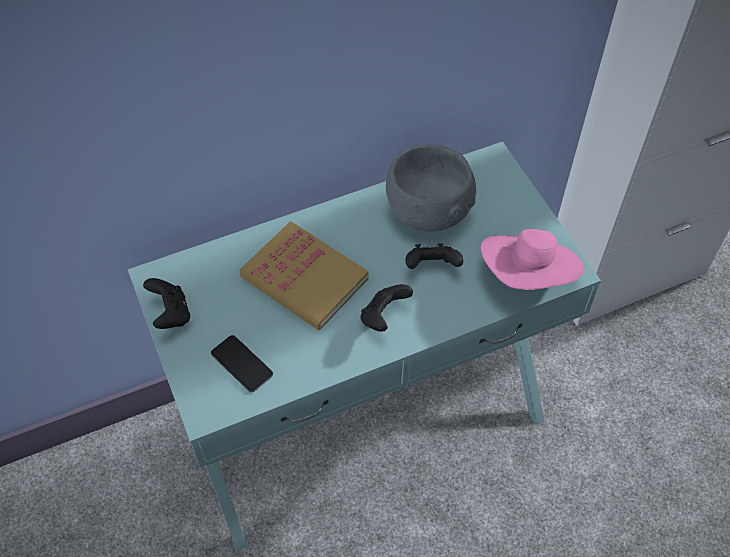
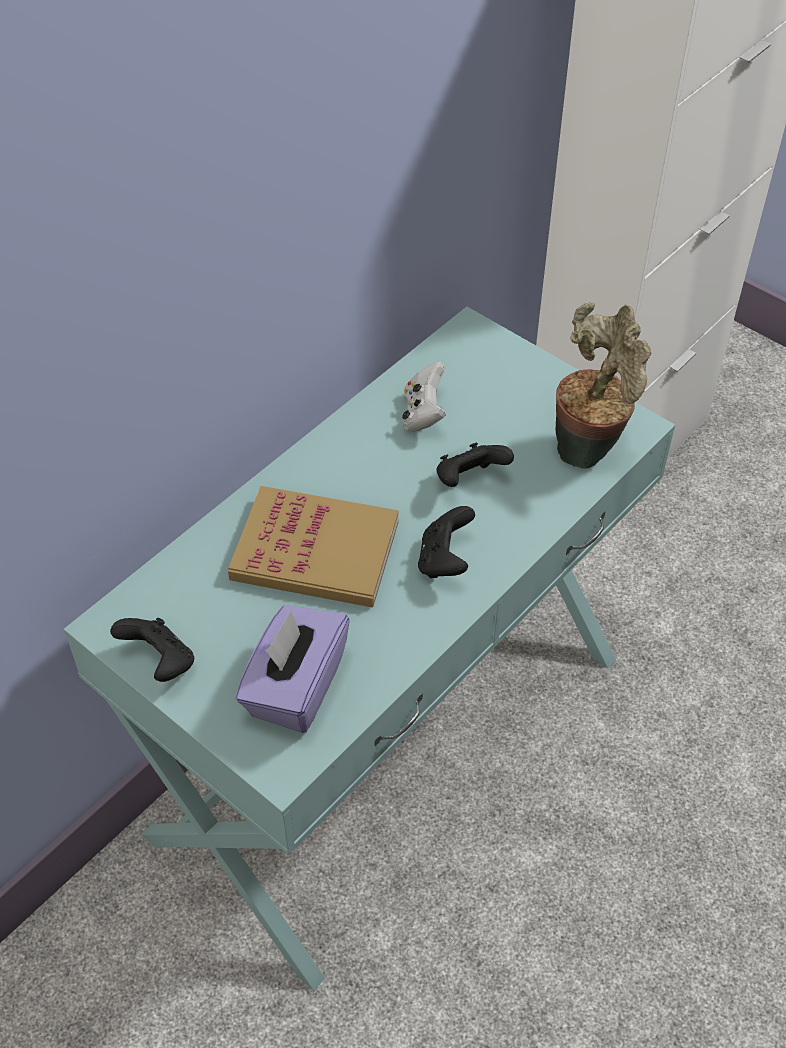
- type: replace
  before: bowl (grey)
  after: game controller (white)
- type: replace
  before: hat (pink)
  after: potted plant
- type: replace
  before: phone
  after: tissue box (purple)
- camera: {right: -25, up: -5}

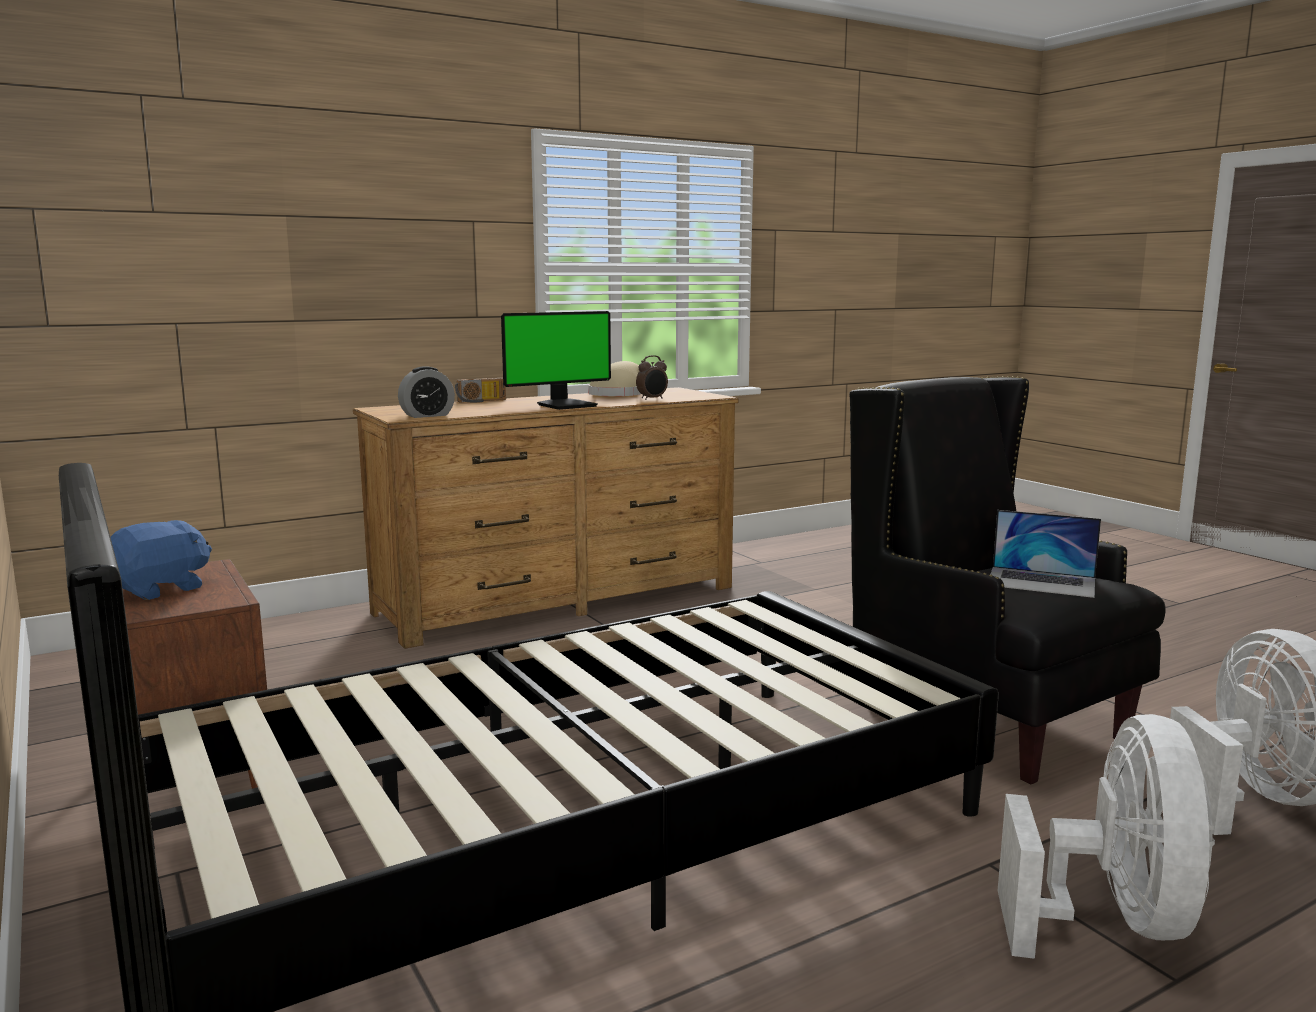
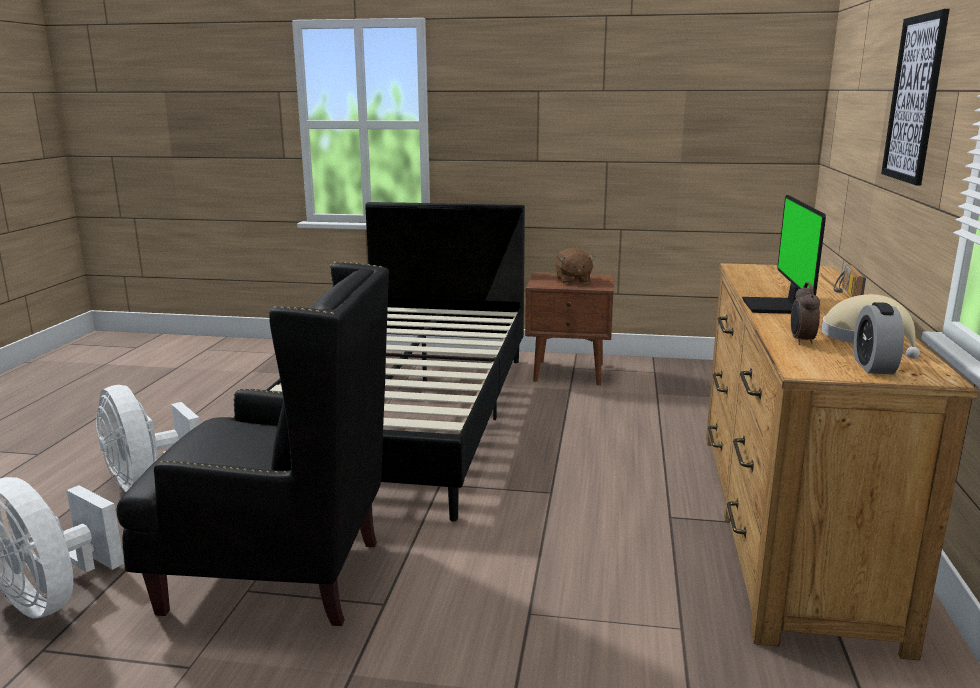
- type: move
  before: alarm clock (1st from left in the first image)
  after: alarm clock (2nd from left)
- type: delete
  before: laptop
- type: recolor
  before: plush toy (blue)
  after: plush toy (brown)
- type: insert
  after: picture
- camera: {right: 130, up: 5}

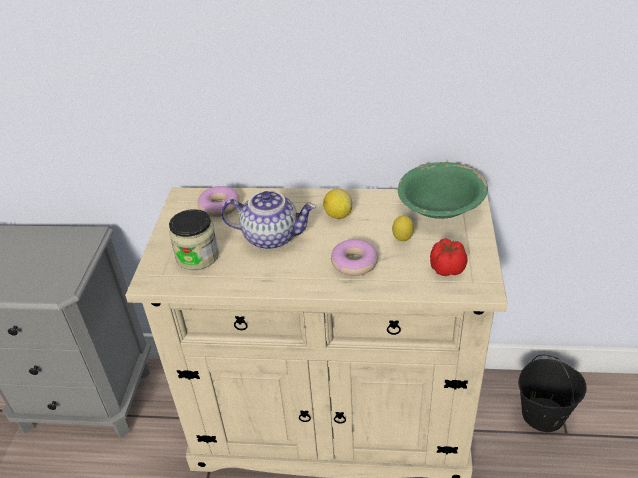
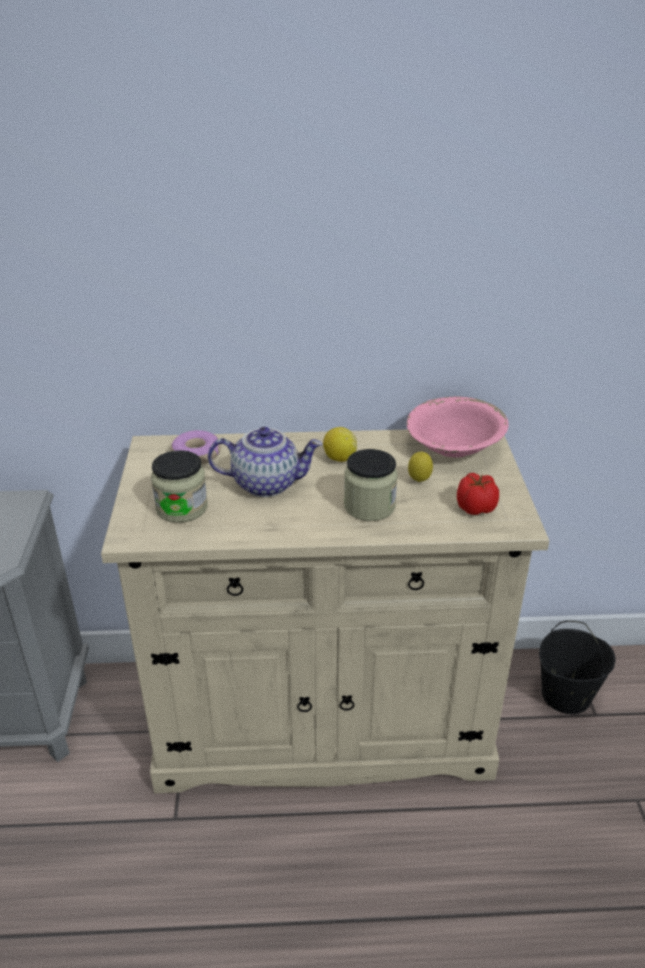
- type: recolor
  before: bowl (green)
  after: bowl (pink)
- type: replace
  before: donut (2nd from left)
  after: jar (2nd from left)
- camera: {right: -10, up: -5}

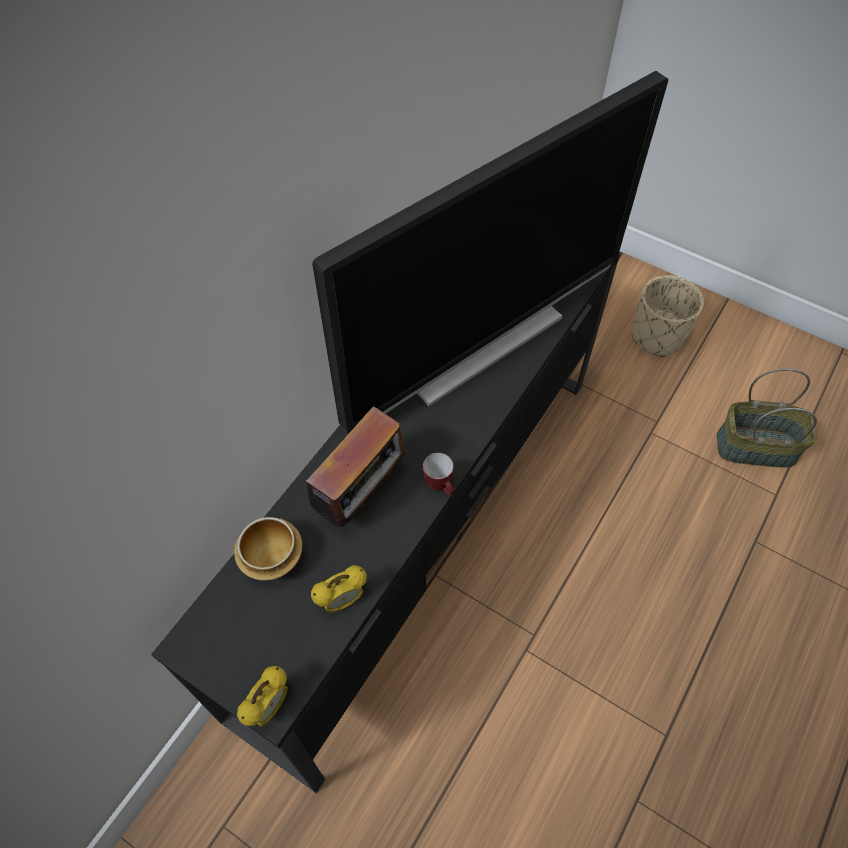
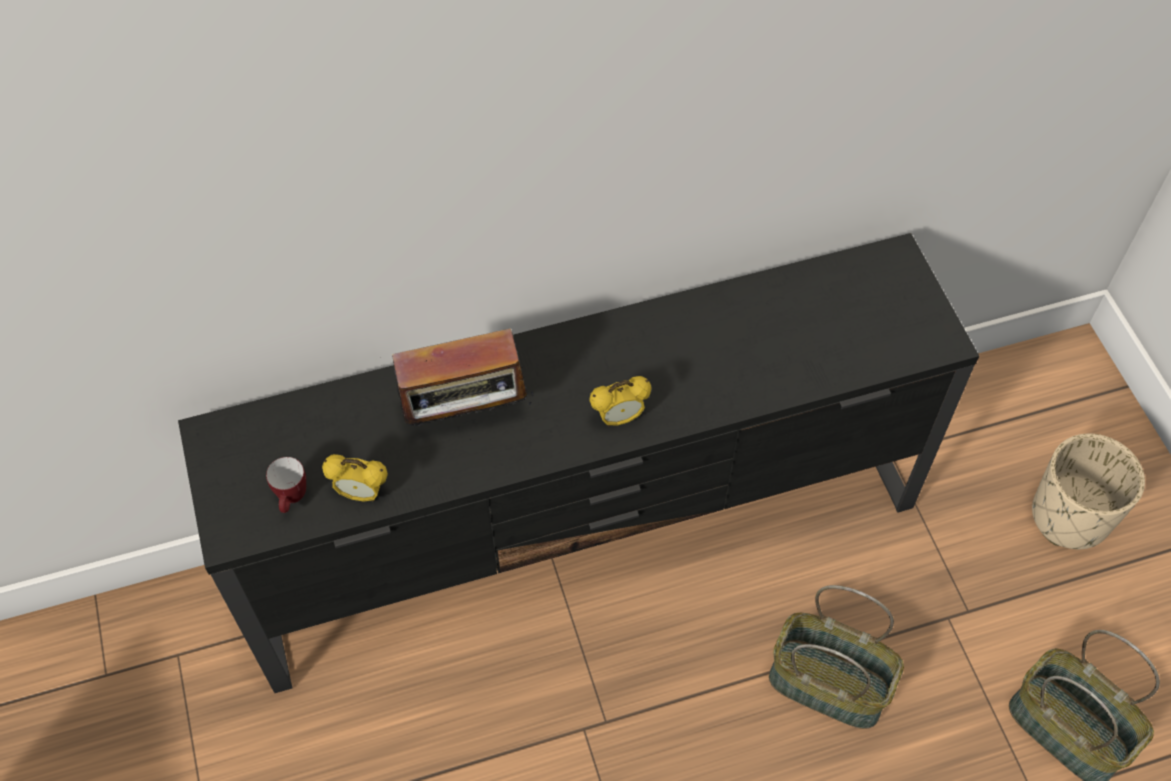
- type: delete
  before: television
- type: move
  before: mug
- type: delete
  before: bowl
- type: move
  before: alarm clock (1st from left in the first image)
  after: alarm clock (2nd from left)
- type: insert
  after: basket (1st from left)
- camera: {right: 40, up: 0}

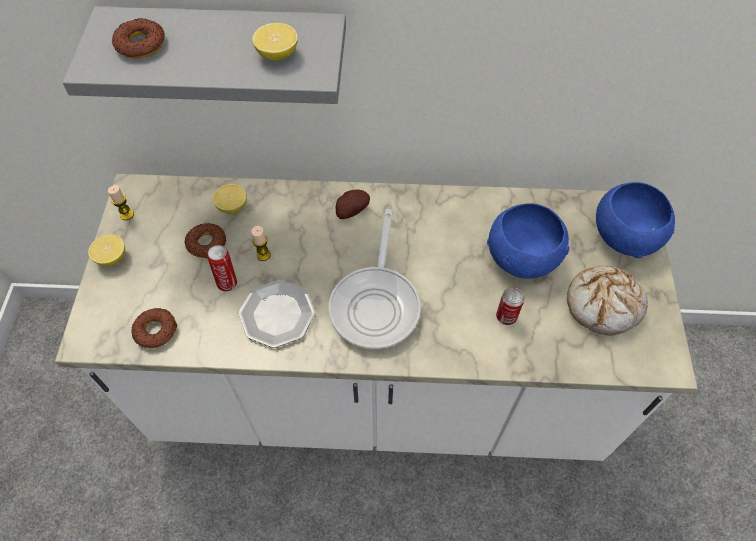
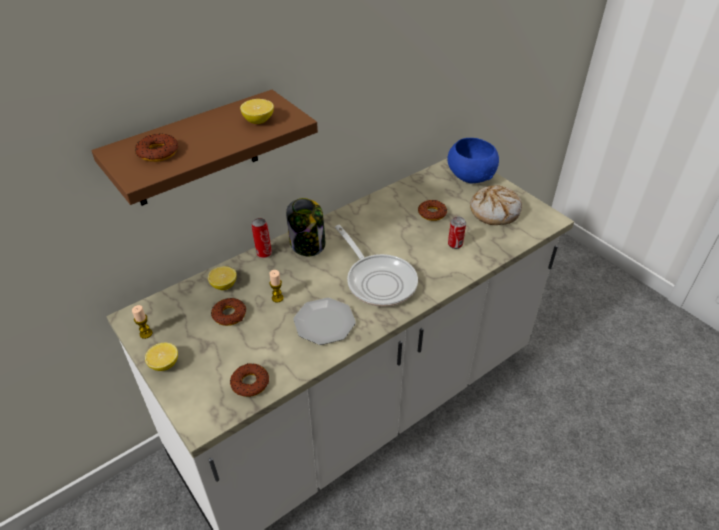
- type: recolor
  before: shelf (grey)
  after: shelf (brown)
- type: replace
  before: potato
  after: jar
- type: replace
  before: bowl (blue) (1st from left)
  after: donut (4th from left)
- type: move
  before: can (1st from left)
- camera: {right: -40, up: -15}

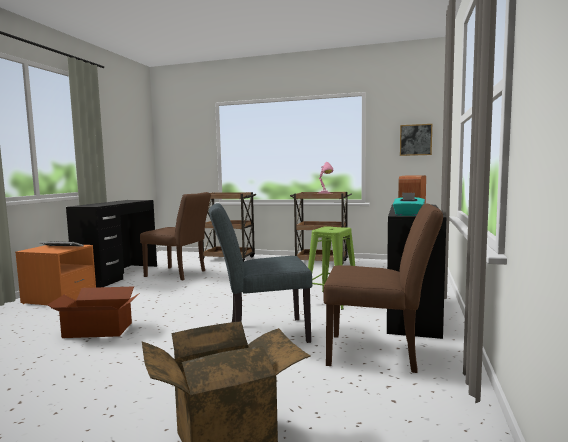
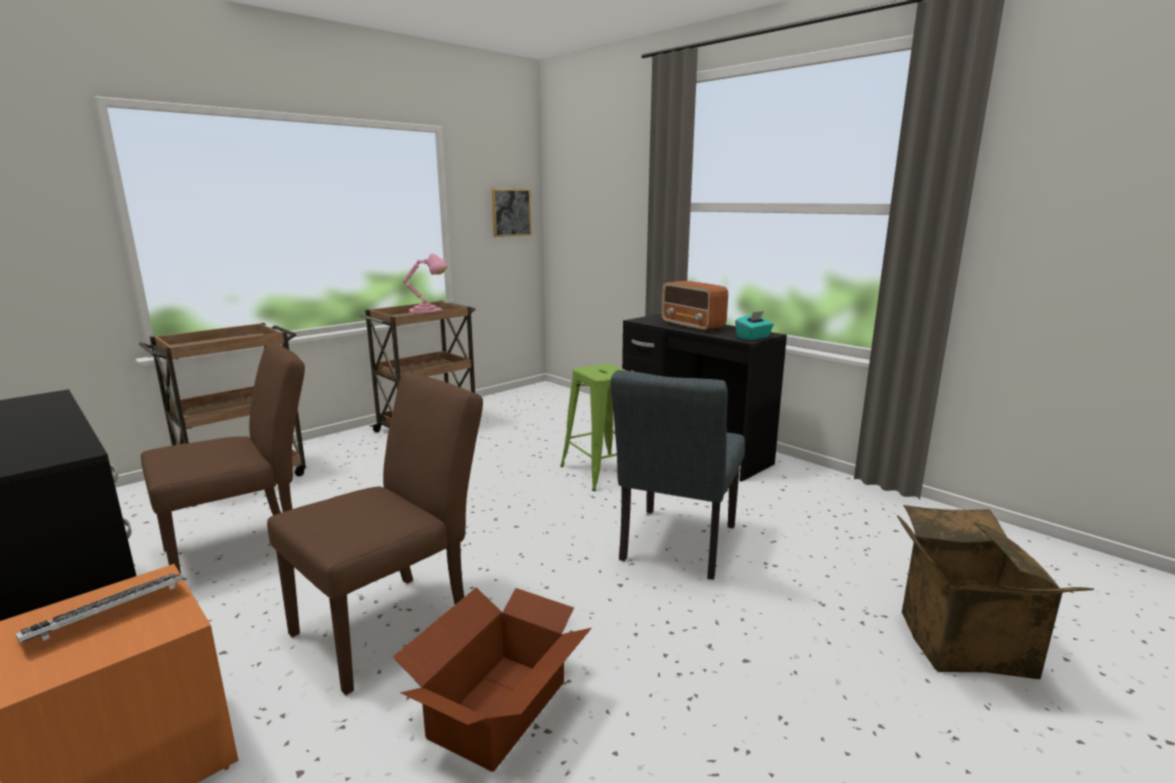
- type: move
  before: chair (brown) (2nd from left)
- camera: {right: -60, up: 10}

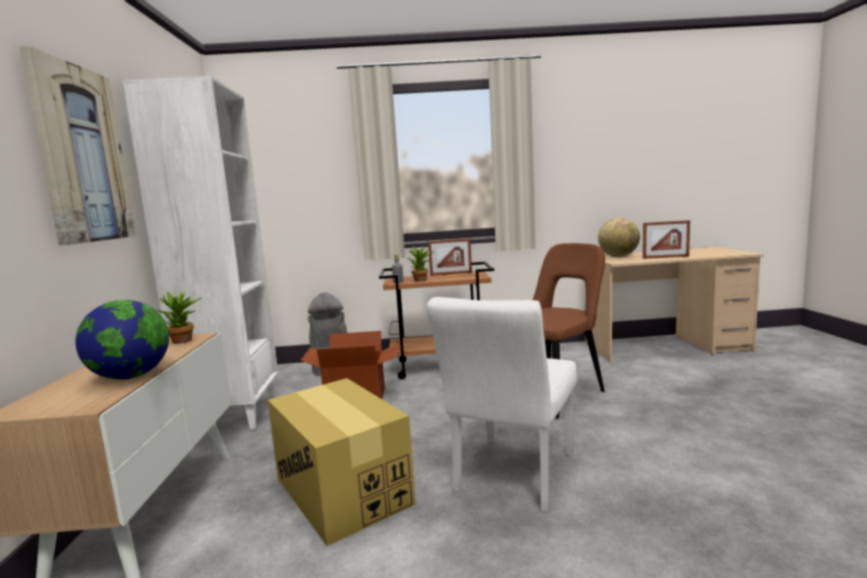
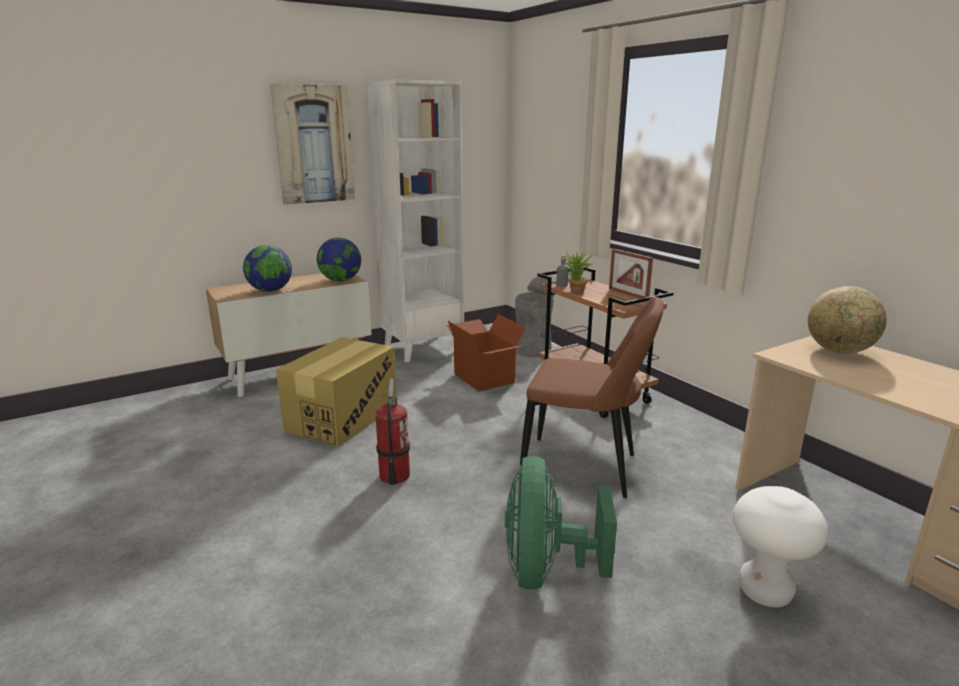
- type: delete
  before: picture frame (2nd from left)
- type: replace
  before: potted plant (1st from left)
  after: globe (2nd from left)
- type: replace
  before: chair (white)
  after: fire extinguisher
- type: insert
  after: fan (green)
- type: insert
  after: stool (white)
- camera: {right: 60, up: 10}

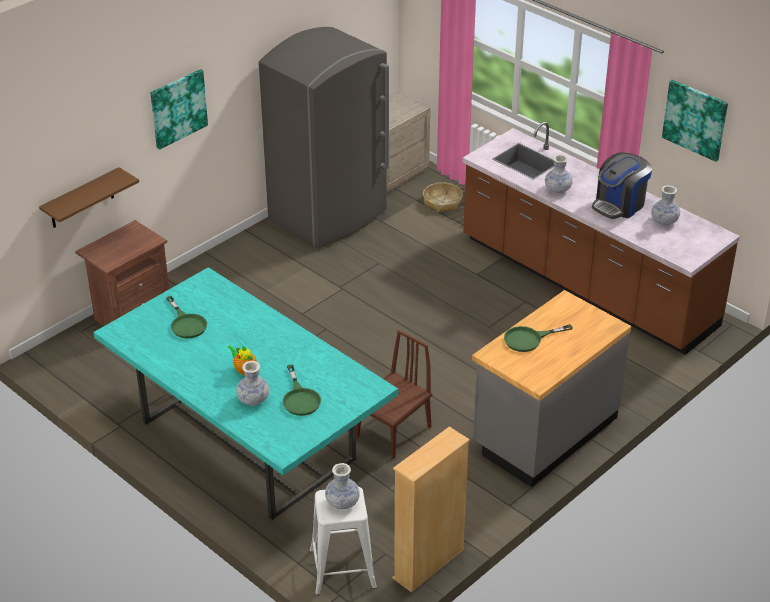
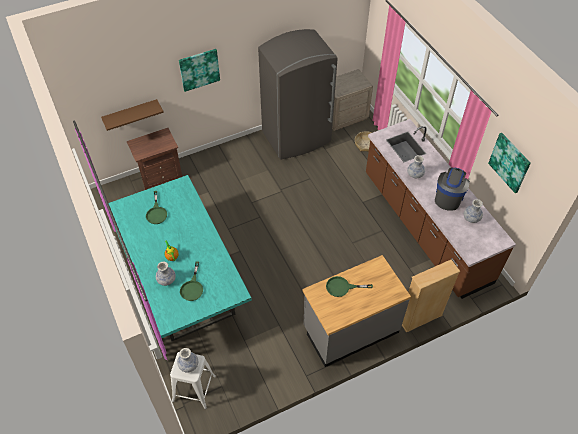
- type: rotate
  before: coffee machine
  turn: 135
- type: delete
  before: chair (brown)
- type: move
  before: bookcase (beige)
- camera: {right: 20, up: 15}

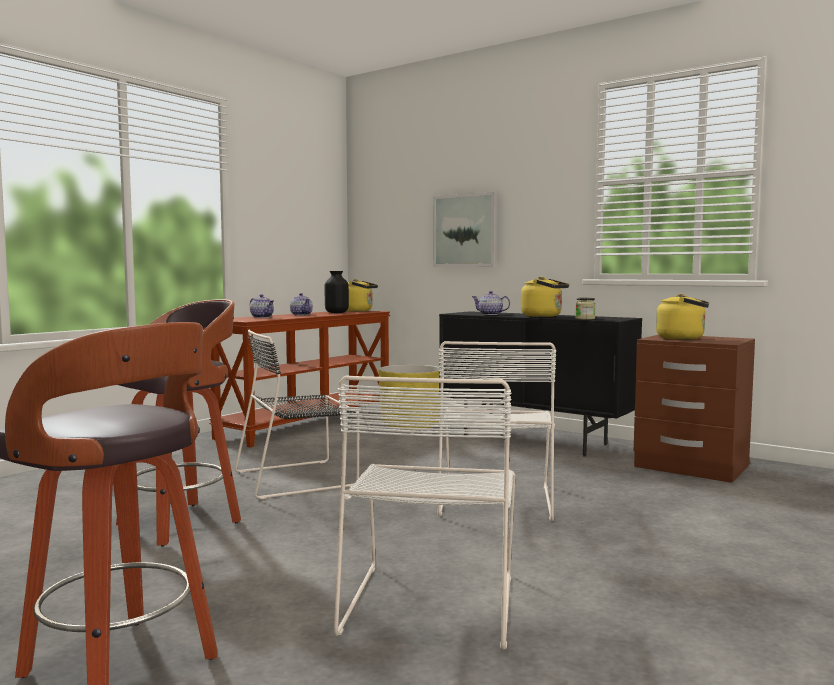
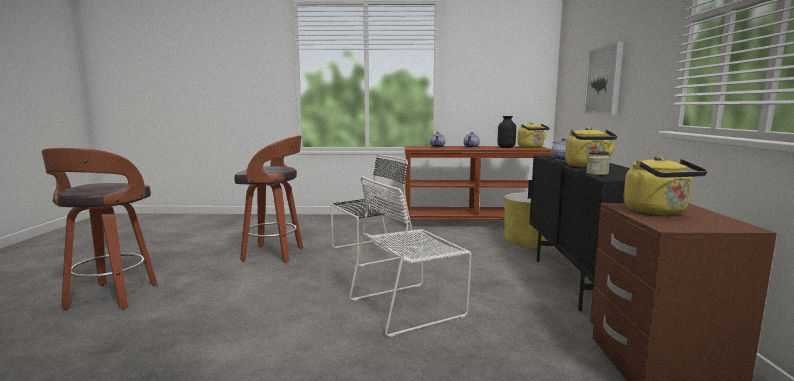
- type: rotate
  before: chair (black)
  turn: 120
- type: delete
  before: chair (white) (1st from left)
- camera: {right: 55, up: 5}

